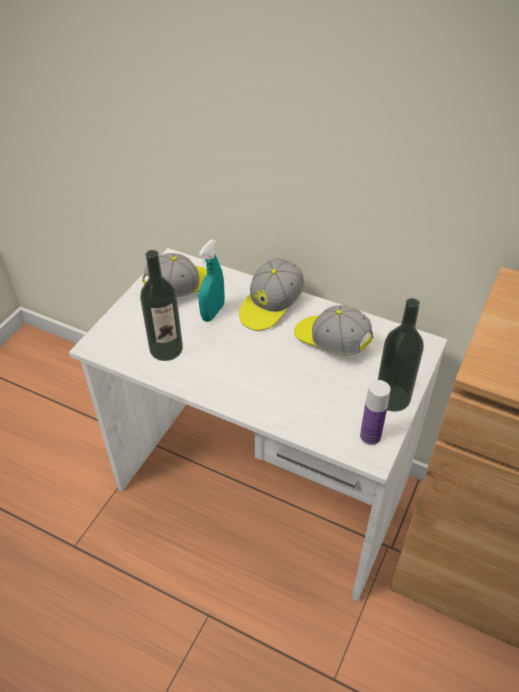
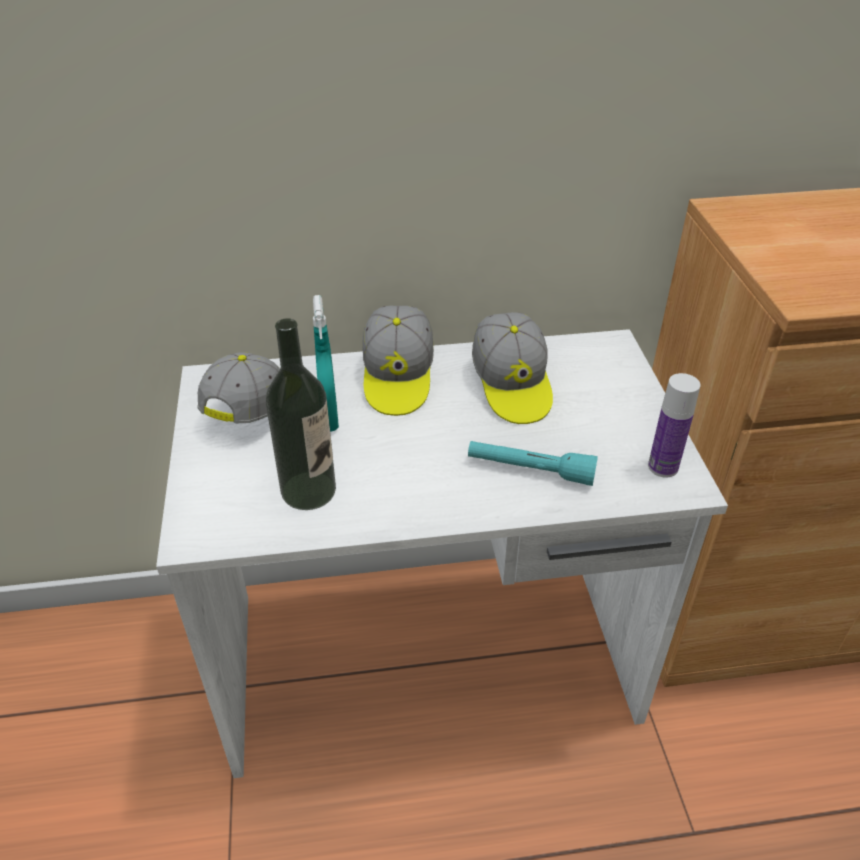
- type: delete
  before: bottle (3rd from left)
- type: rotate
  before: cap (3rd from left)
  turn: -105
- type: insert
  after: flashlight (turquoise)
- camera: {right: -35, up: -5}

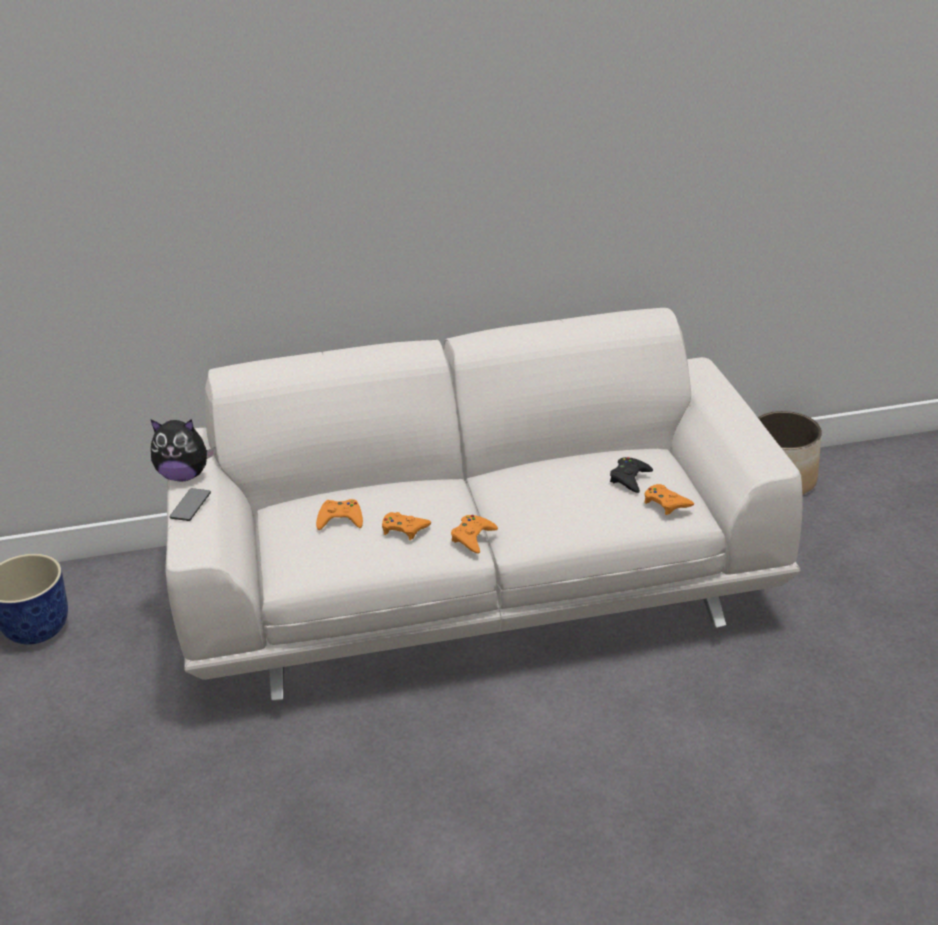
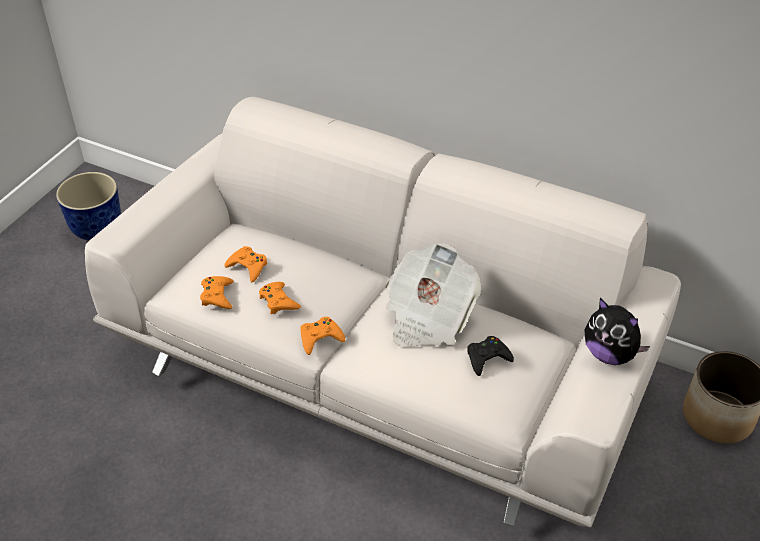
- type: move
  before: plush toy
- type: move
  before: game controller (orange) (4th from left in the first image)
  after: game controller (orange) (1st from left)
- type: delete
  before: phone
- type: insert
  after: newspaper
- camera: {right: 35, up: 10}

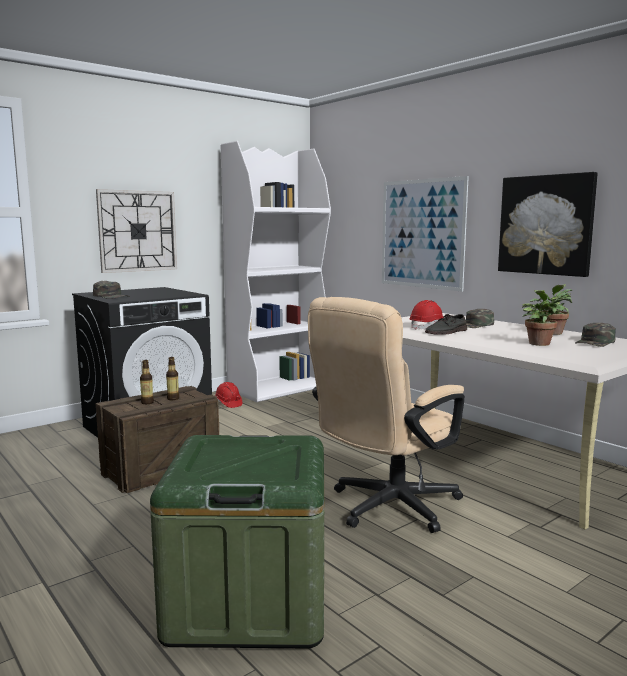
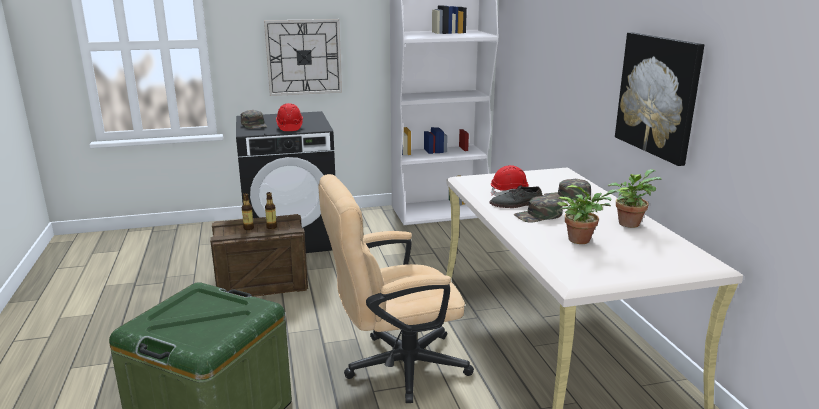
- type: delete
  before: picture (1st from left)
- type: move
  before: cap (green) (3rd from left in the first image)
  after: cap (green) (2nd from left)
- type: move
  before: hard hat (red) (1st from left)
- camera: {right: 25, up: 10}

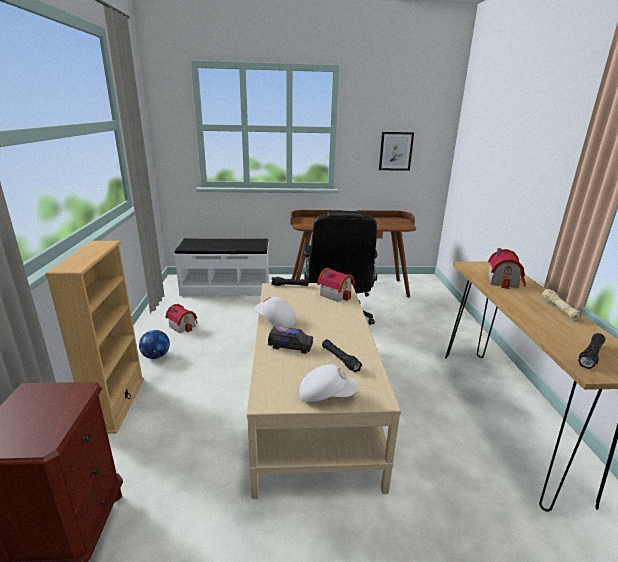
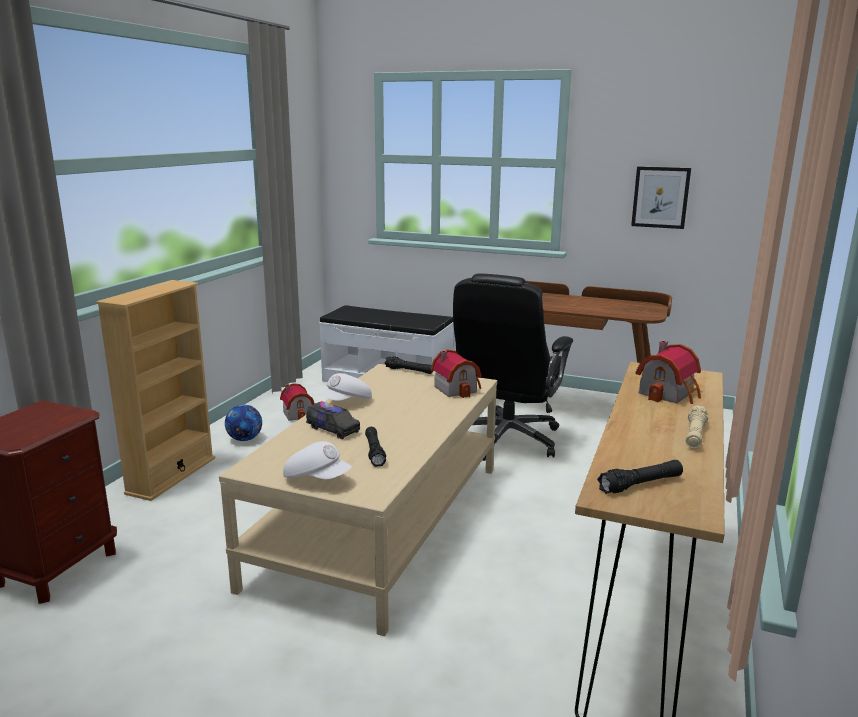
- type: rotate
  before: cap (white) (1st from left in the first image)
  turn: -105
- camera: {right: 25, up: -5}

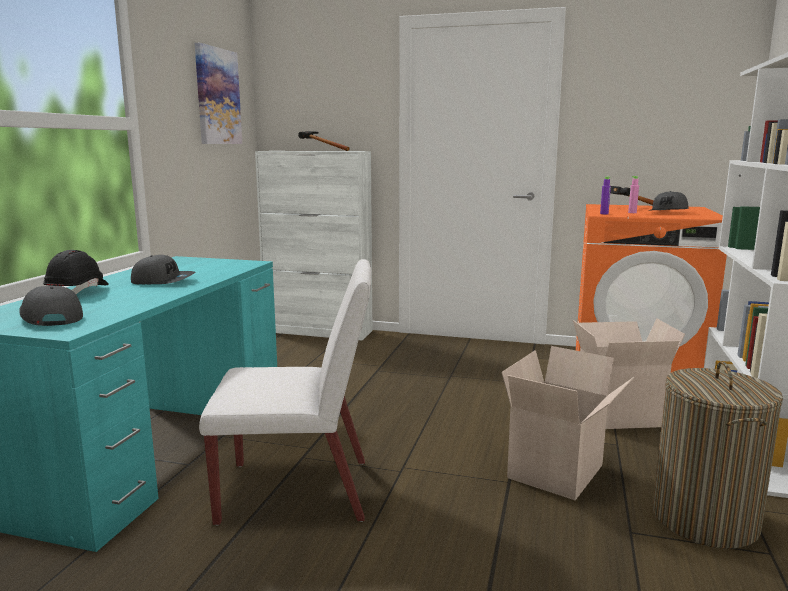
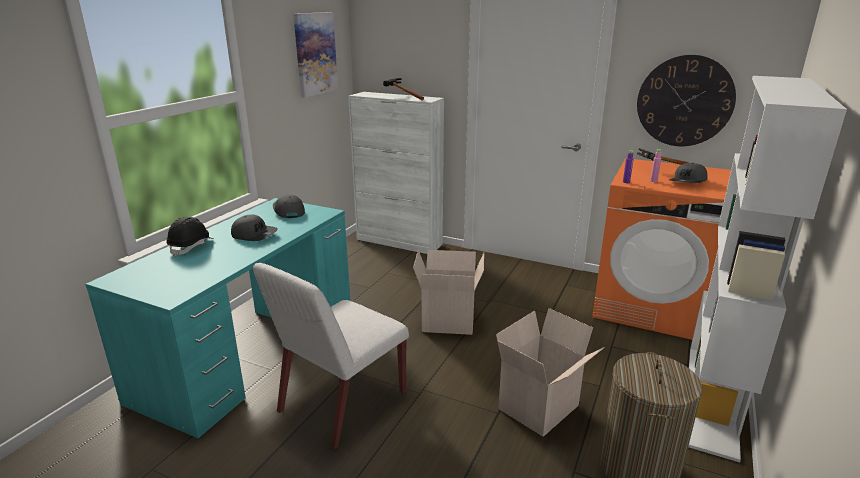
- type: rotate
  before: chair (white)
  turn: 120
- type: move
  before: cap (grey) (1st from left in the first image)
  after: cap (grey) (2nd from left)
- type: move
  before: cardboard box (2nd from left in the first image)
  after: cardboard box (1st from left)
- type: insert
  after: wall clock
- camera: {right: 10, up: 10}

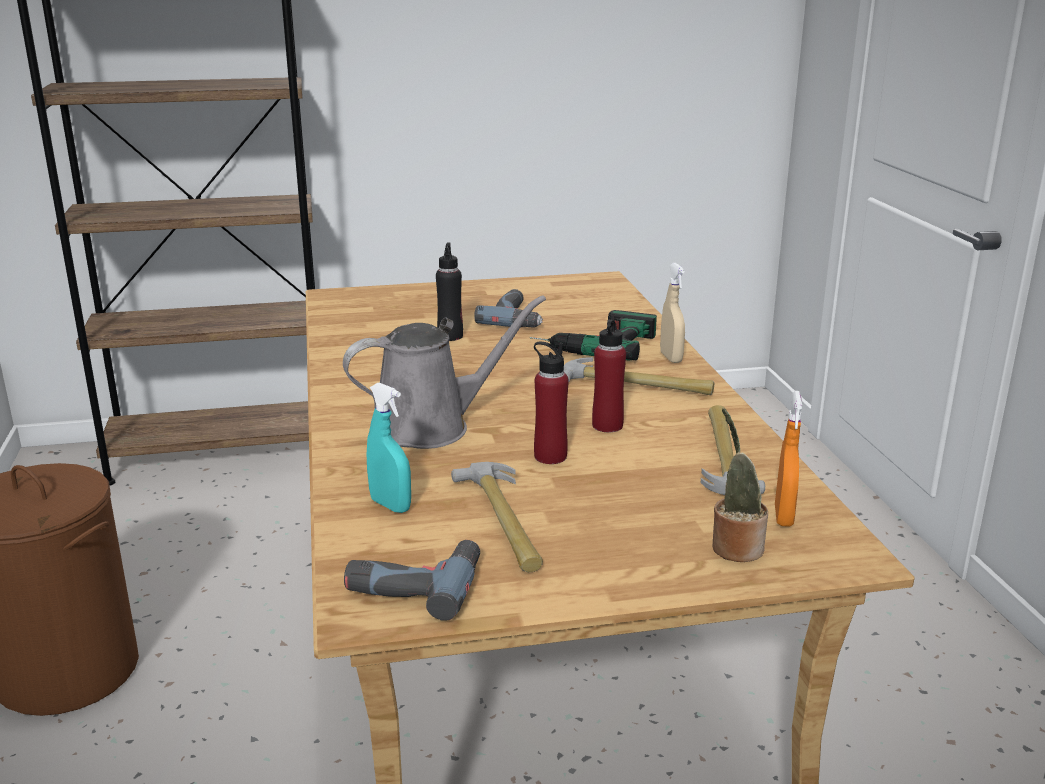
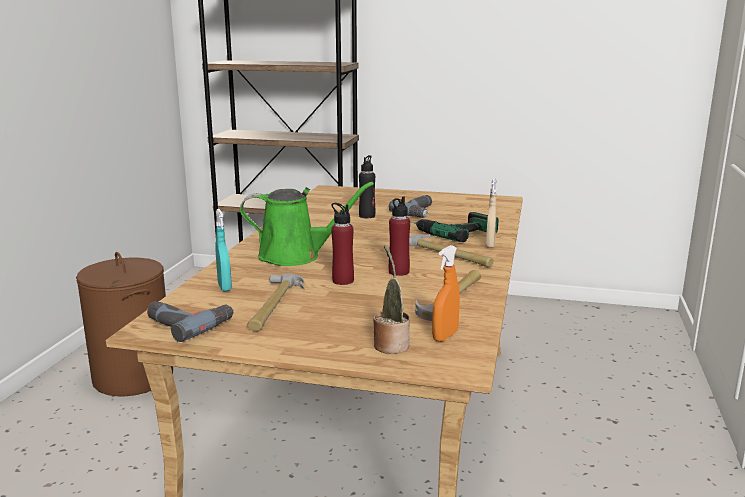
- type: recolor
  before: watering can (grey)
  after: watering can (green)
- camera: {right: 25, up: -5}

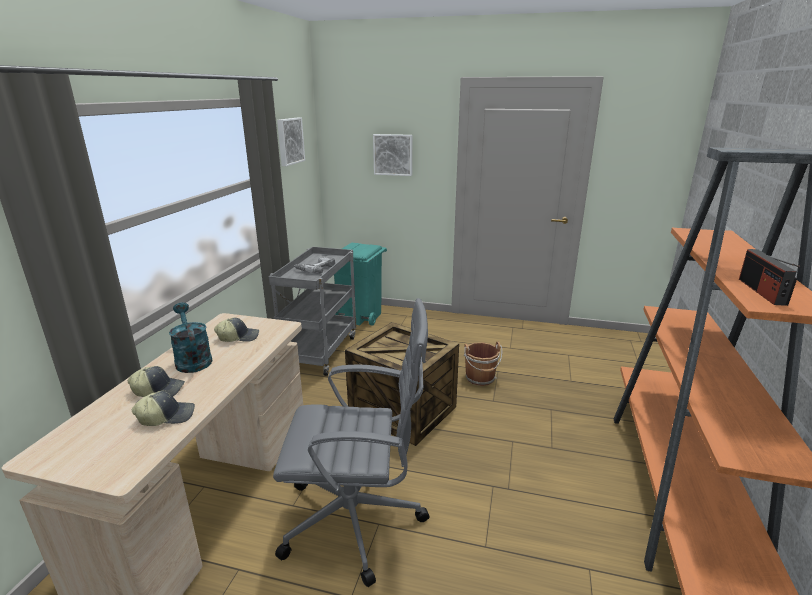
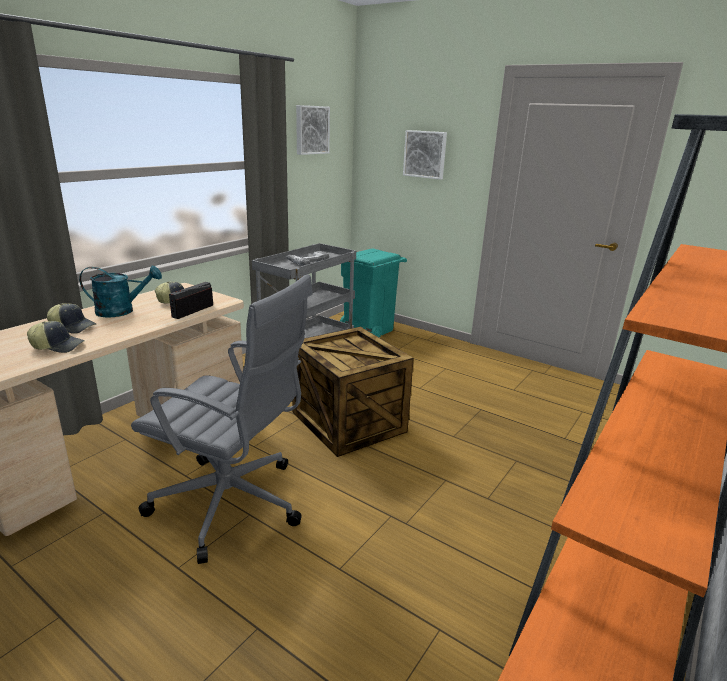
- type: move
  before: radio
- type: rotate
  before: watering can (turquoise)
  turn: 90
- type: delete
  before: bucket (brown)
- camera: {right: 20, up: 0}

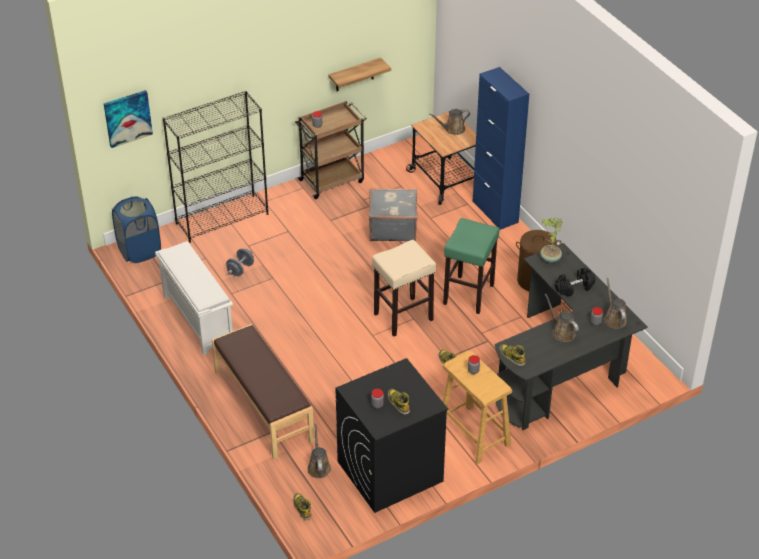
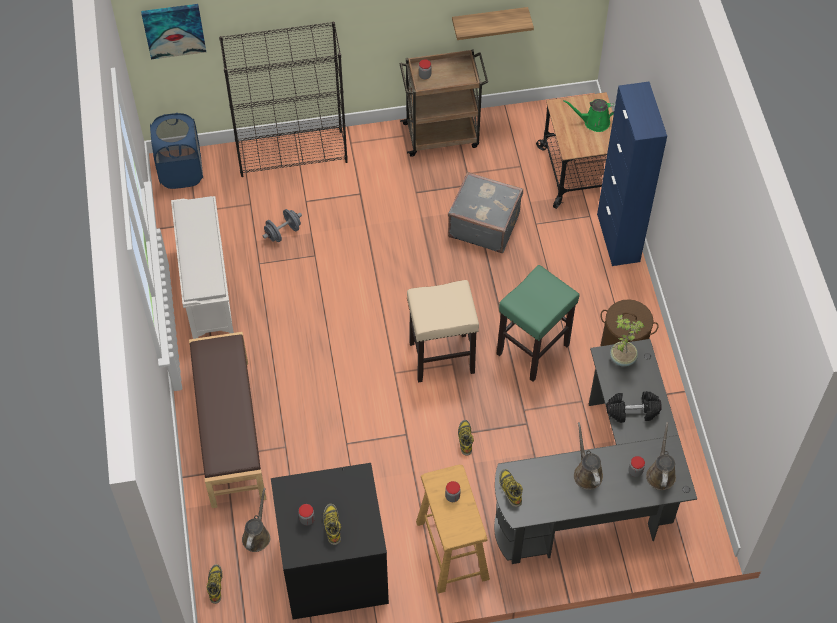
- type: recolor
  before: watering can (brown) (2nd from left)
  after: watering can (green)
- camera: {right: 20, up: 15}

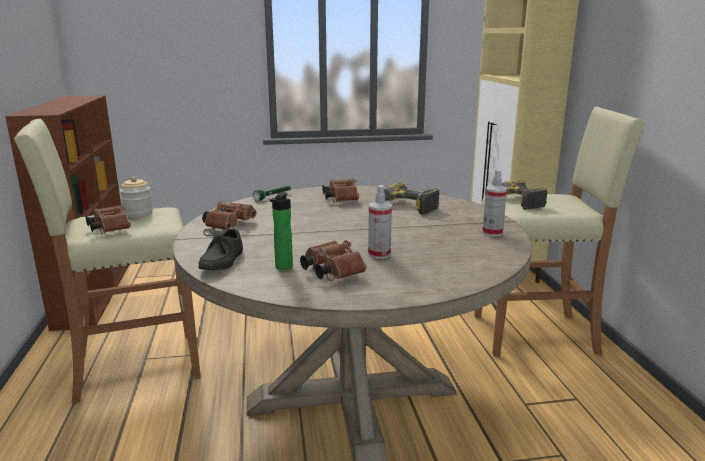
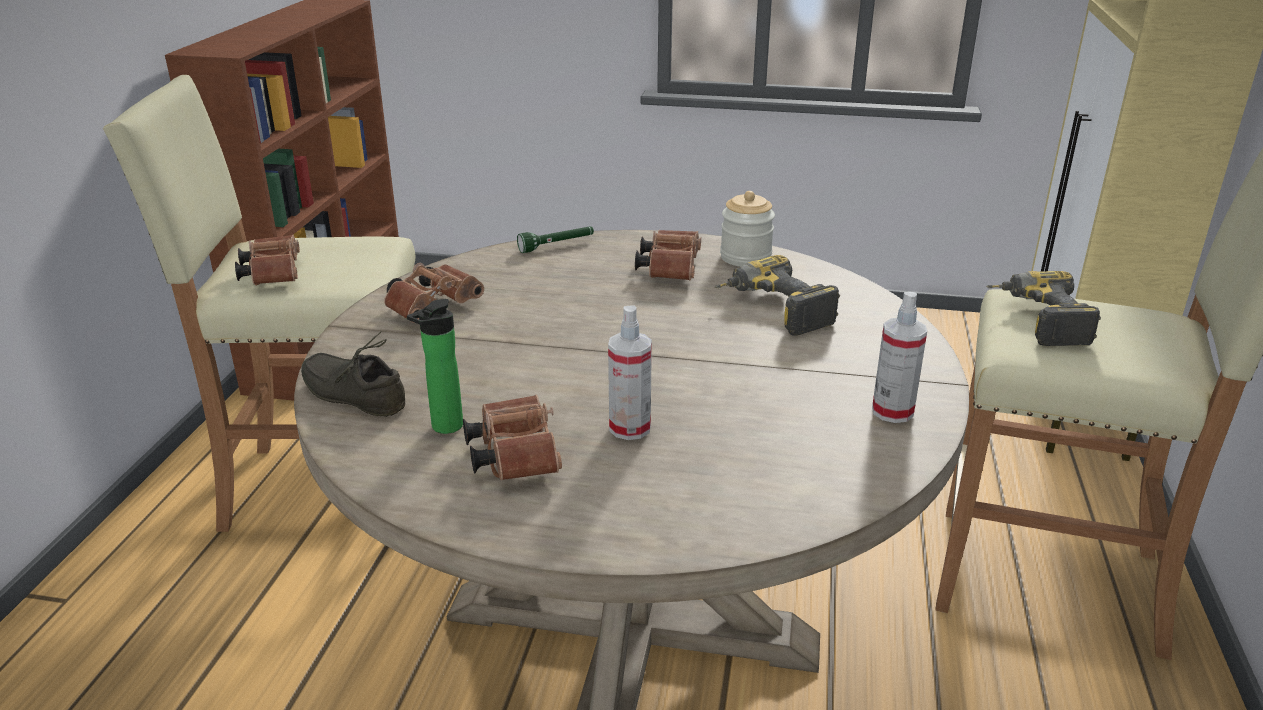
- type: move
  before: jar
- type: rotate
  before: shoe (grey)
  turn: 90
- camera: {right: 20, up: 10}

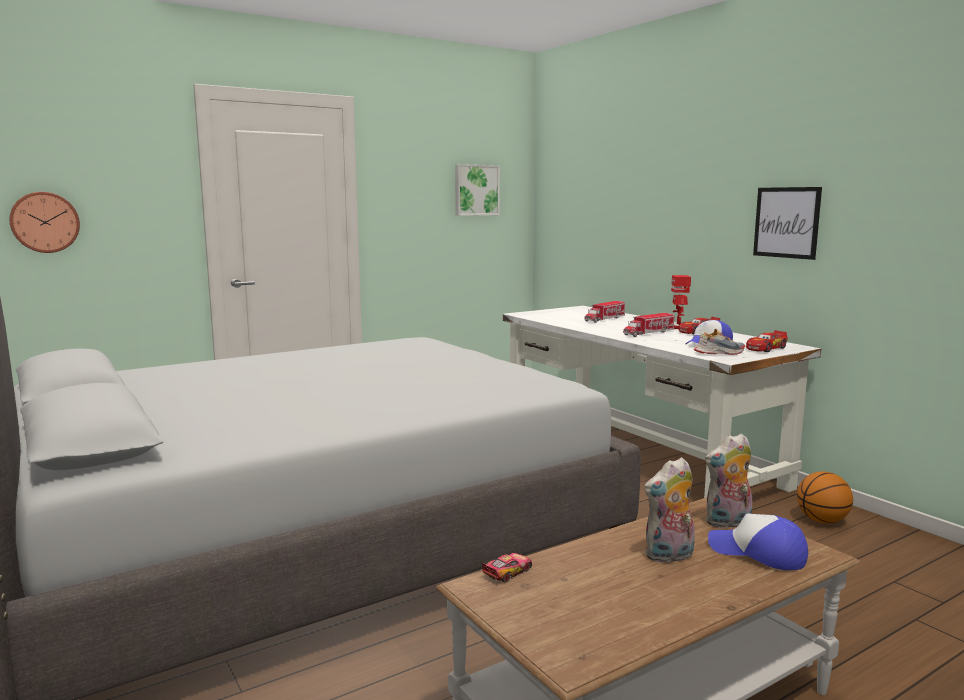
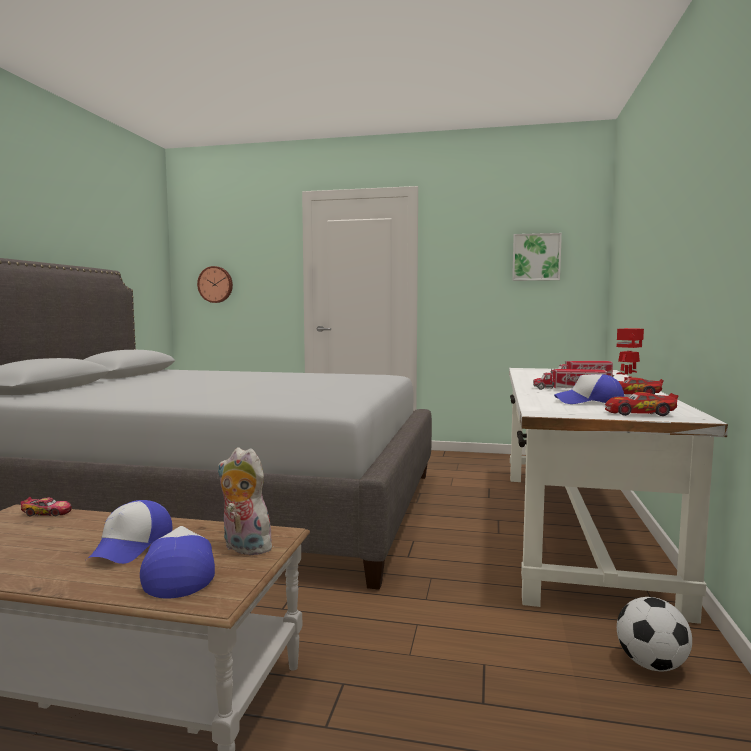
- type: delete
  before: picture (2nd from left)
- type: delete
  before: shoe
- type: replace
  before: plush toy (1st from left)
  after: cap (1st from left)
- type: replace
  before: basketball
  after: football
- camera: {right: 45, up: -5}

